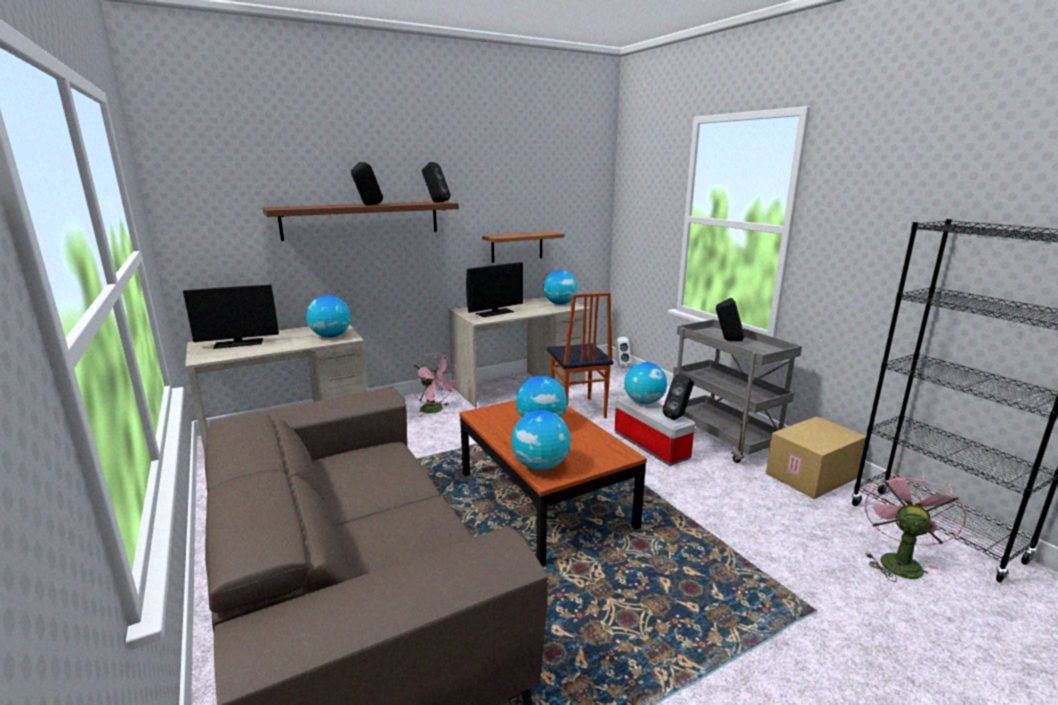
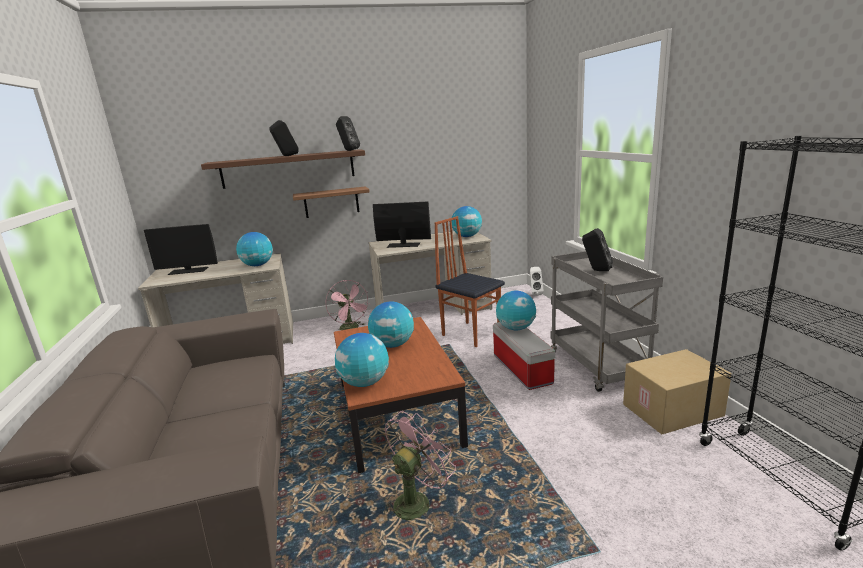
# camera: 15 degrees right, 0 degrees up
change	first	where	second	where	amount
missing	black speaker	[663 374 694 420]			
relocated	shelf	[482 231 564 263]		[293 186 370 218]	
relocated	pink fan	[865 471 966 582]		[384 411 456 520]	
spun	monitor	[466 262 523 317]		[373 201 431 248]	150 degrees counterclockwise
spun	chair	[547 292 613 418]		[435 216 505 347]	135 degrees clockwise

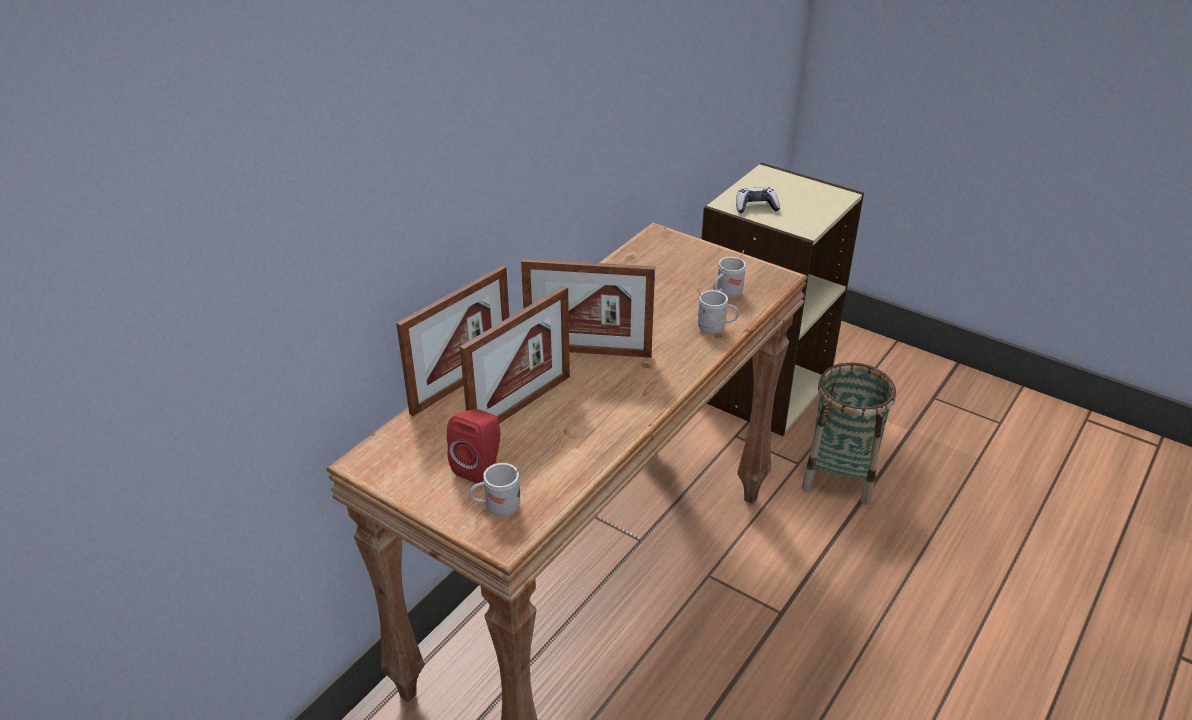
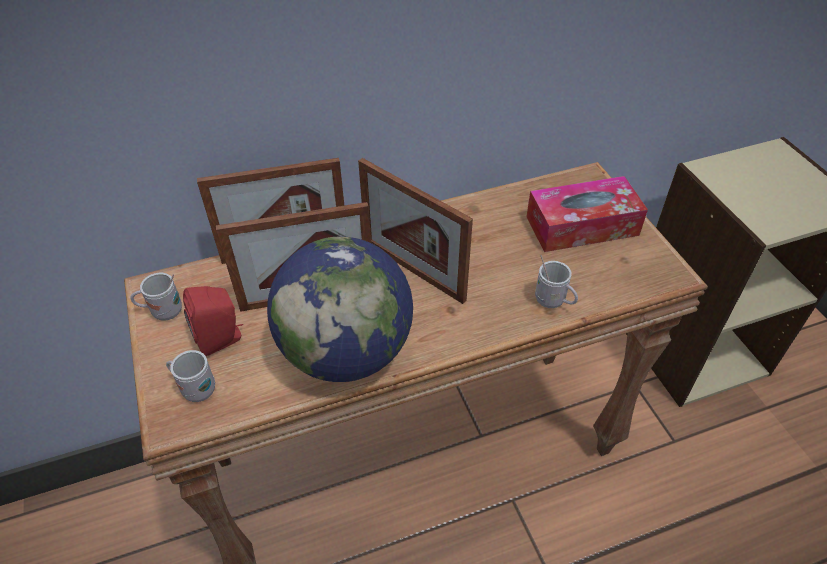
# camera: 35 degrees right, 10 degrees up
change	first	where	second	where	amount
missing	game controller	[736 187 780 213]			
missing	basket	[802 363 896 505]			
appeared			globe	[267 236 413 382]	
appeared			tissue box	[526 176 648 252]	
relocated	white mug	[713 250 746 298]		[130 273 182 321]	

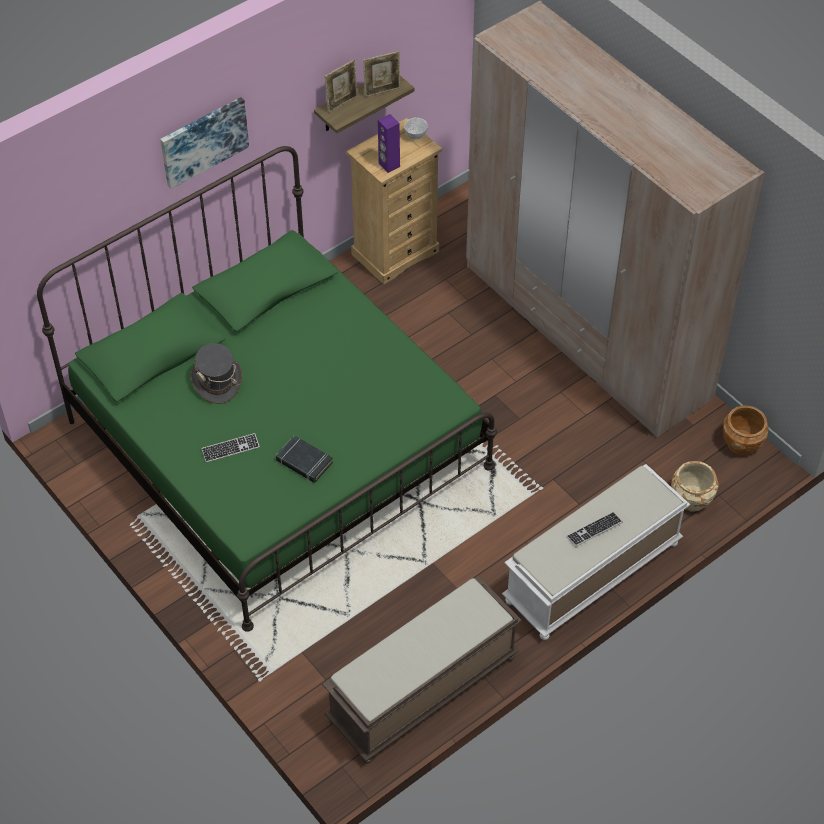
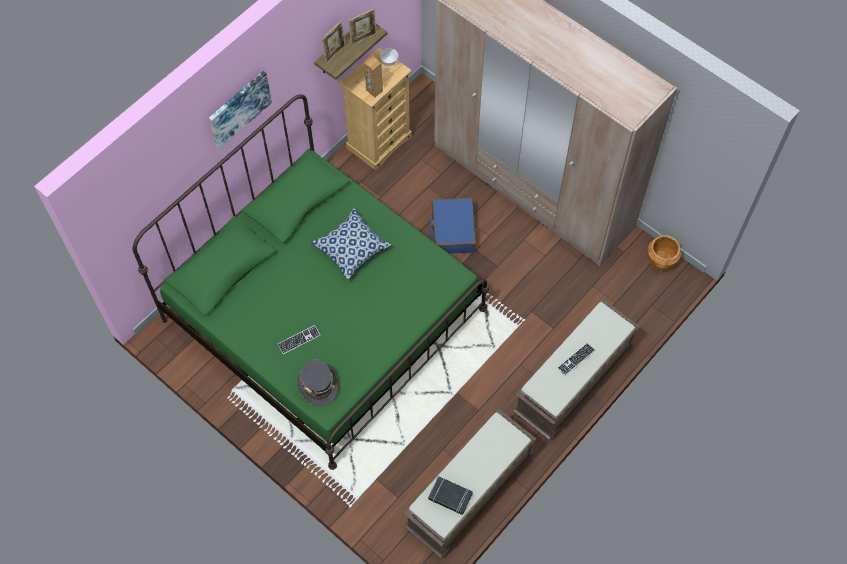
# camera: 10 degrees left, 10 degrees up
change	first	where	second	where	amount
missing	beige planter	[671 461 718 512]			
appeared			pillow	[310 208 392 280]	
appeared			blue suitcase	[430 198 476 254]	
relocated	grey hat	[190 343 242 404]		[297 360 338 407]	
relocated	black book	[276 435 333 483]		[428 476 473 515]	
colour	purple speaker	[378 114 400 173]	brown speaker	[364 56 383 98]	
colour	white bench	[502 464 690 640]	brown bench	[513 299 640 441]	

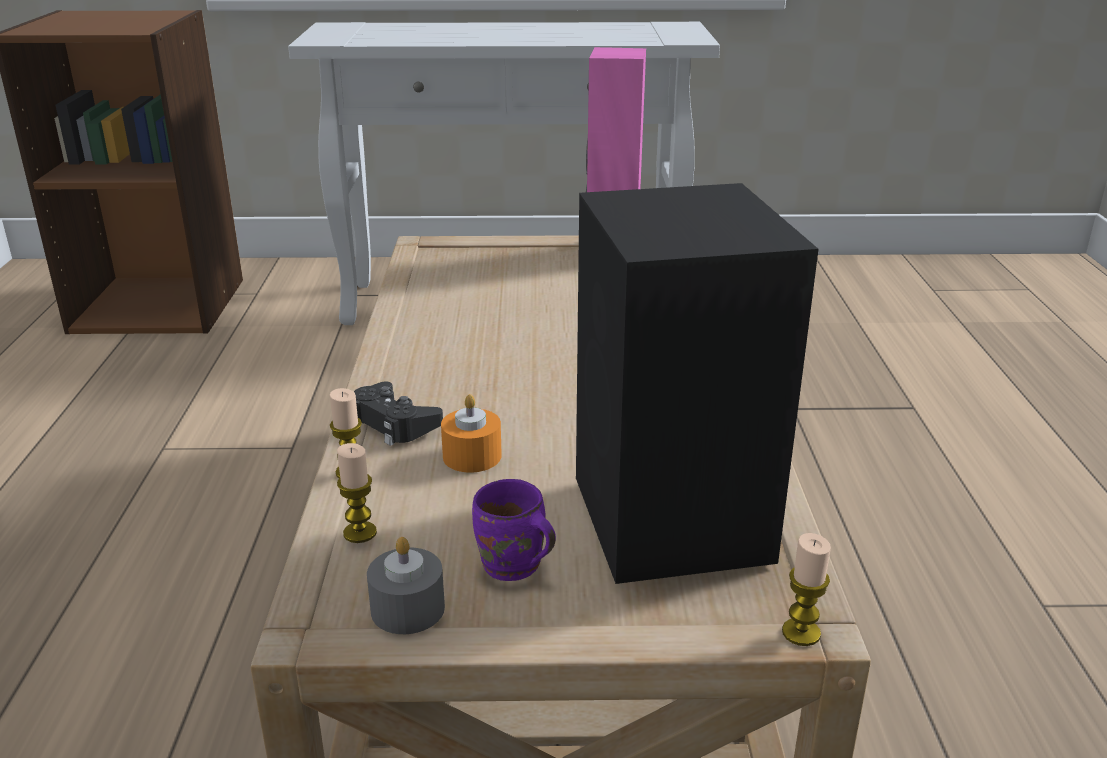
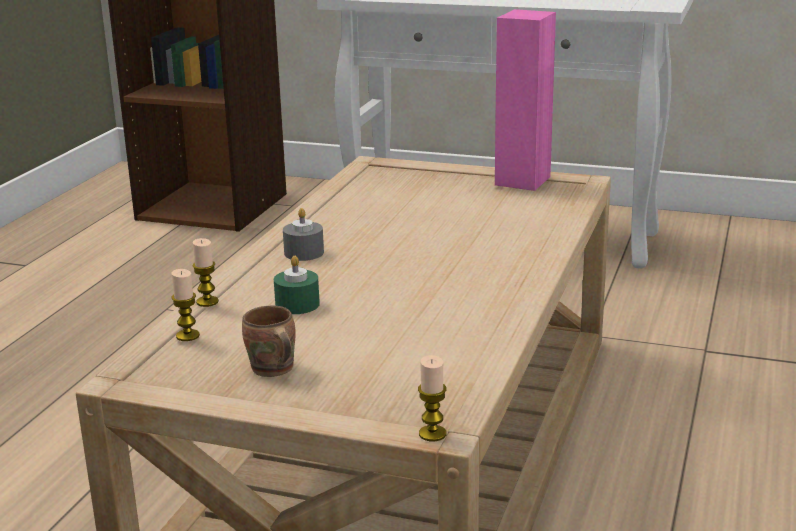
# camera: 20 degrees right, 5 degrees down
change	first	where	second	where	amount
missing	black game controller	[354 382 443 446]			
missing	black speaker	[576 183 819 584]			
relocated	grey candle	[367 537 445 634]		[283 208 324 261]	
colour	orange candle	[441 394 502 473]	green candle	[274 256 320 314]	
colour	purple mug	[472 479 556 581]	brown mug	[242 305 296 377]	

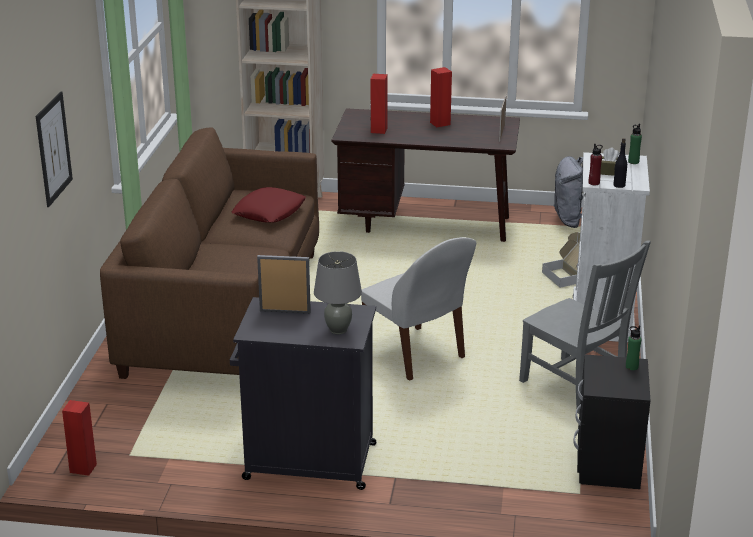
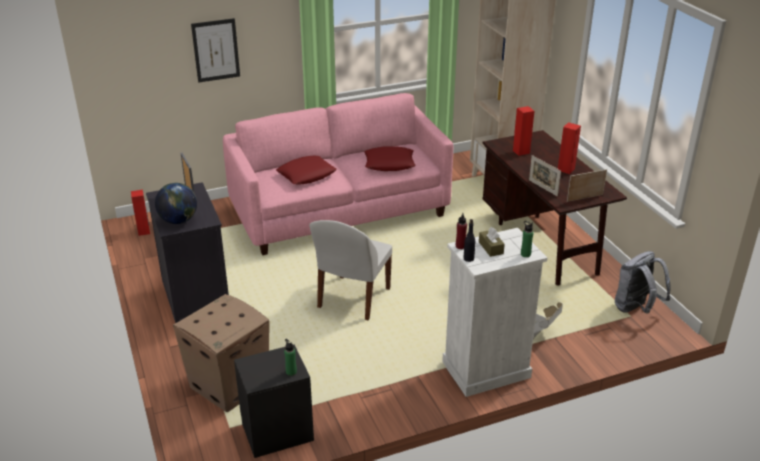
# camera: 60 degrees right, 5 degrees up
change	first	where	second	where	amount
missing	grey chair	[519 241 651 414]			
appeared			cardboard box	[173 294 270 412]	
appeared			red pillow	[276 156 337 184]	
appeared			picture frame	[529 155 561 196]	
exchanged	grey table lamp	[314 251 362 334]	globe	[155 183 197 224]	
colour	brown sofa	[100 127 319 379]	pink sofa	[223 93 453 255]	

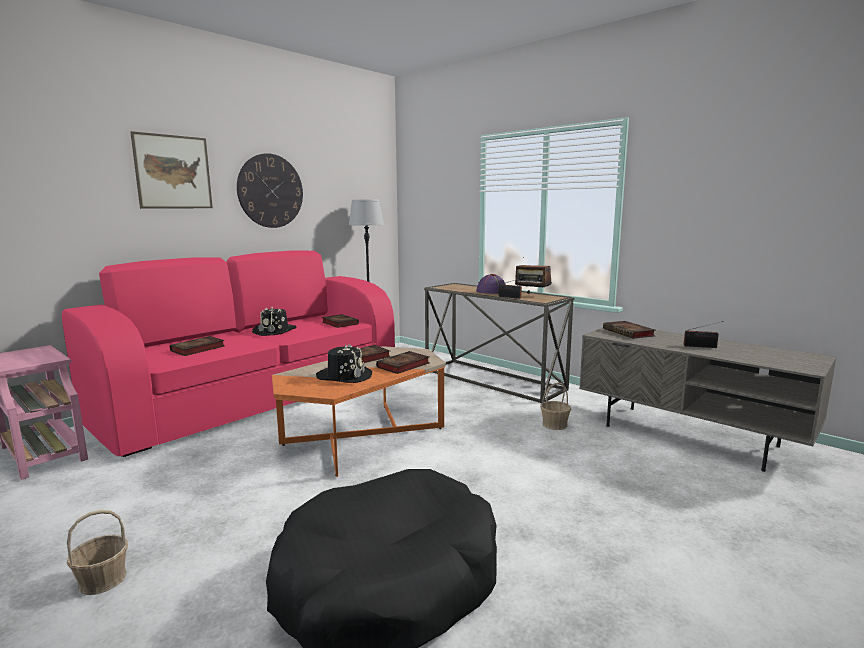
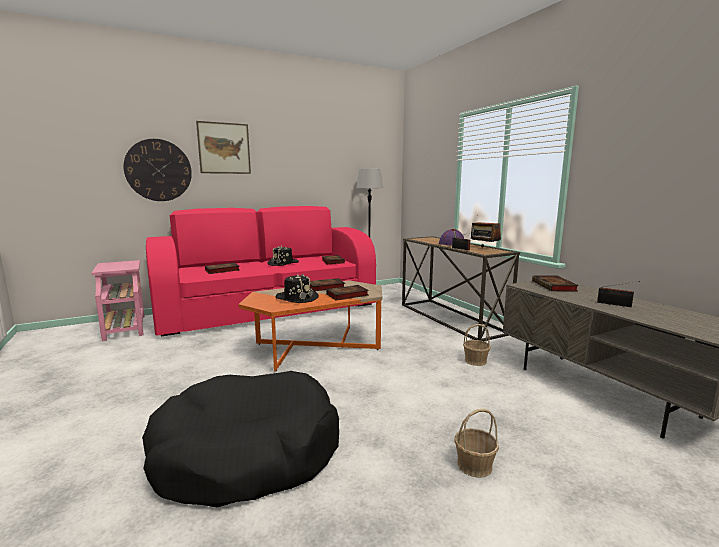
# camera: 20 degrees right, 0 degrees up
change	first	where	second	where	amount
relocated	basket	[67 510 128 595]		[455 409 499 478]	
relocated	wall clock	[237 153 303 228]		[124 139 192 201]	

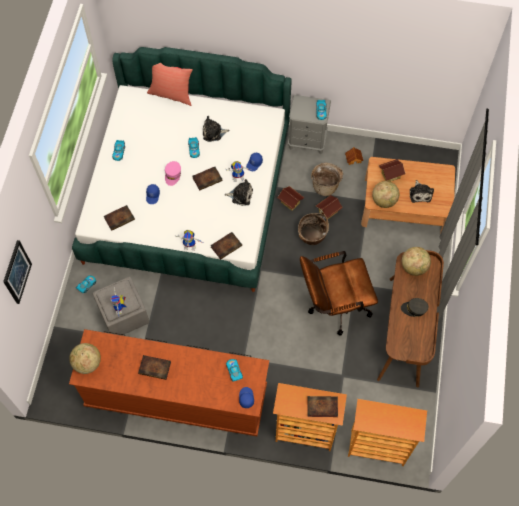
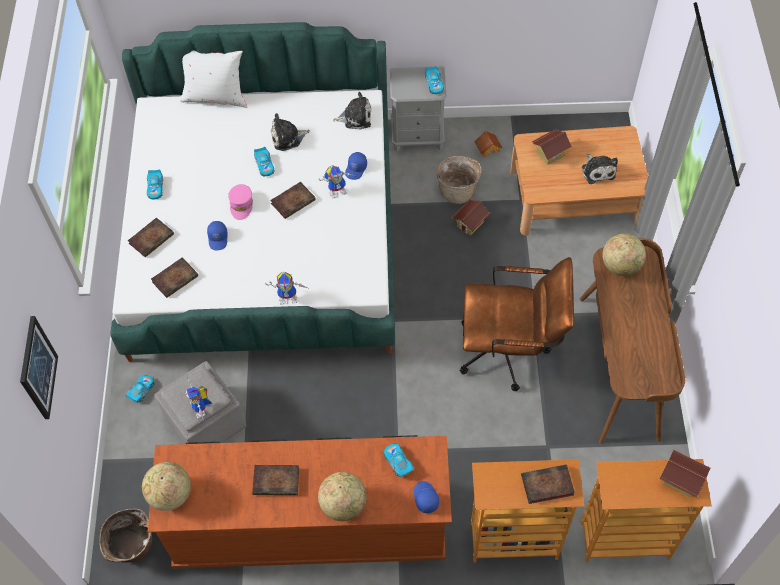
# camera: 10 degrees left, 5 degrees down
change	first	where	second	where	amount
missing	grey cap	[401 298 429 317]			
relocated	book	[211 232 242 260]		[128 218 174 257]	
relocated	plush toy	[225 179 253 206]		[333 92 371 129]	
relocated	toy house	[277 186 304 211]		[660 450 710 497]	
relocated	basket	[298 213 329 245]		[99 509 152 563]	
relocated	globe	[372 181 399 208]		[318 472 367 521]	
colour	red pillow	[147 63 193 106]	white pillow	[179 50 247 108]	
spun	brown office chair	[300 251 378 336]		[460 257 574 391]	150 degrees counterclockwise

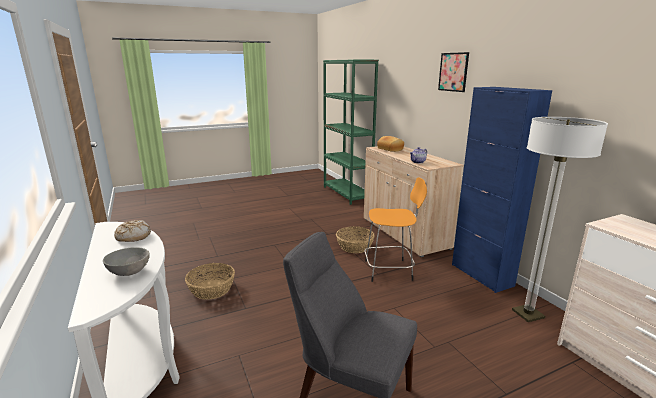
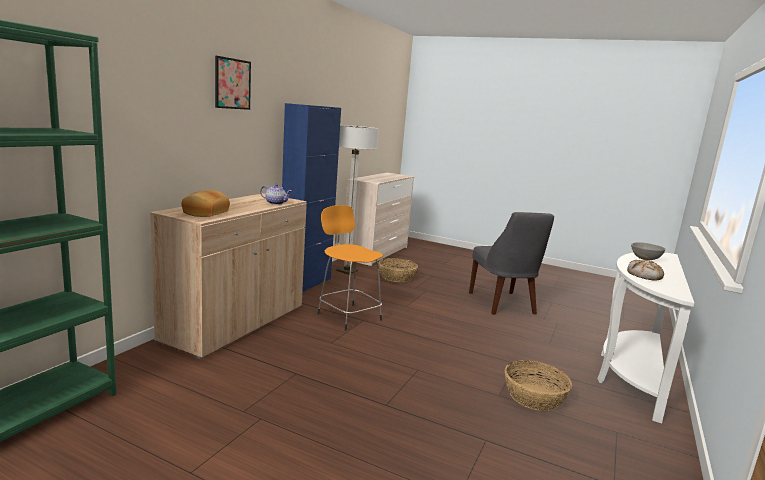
# camera: 130 degrees left, 5 degrees down
change	first	where	second	where	amount
relocated	basket	[336 226 375 253]		[378 258 418 282]	

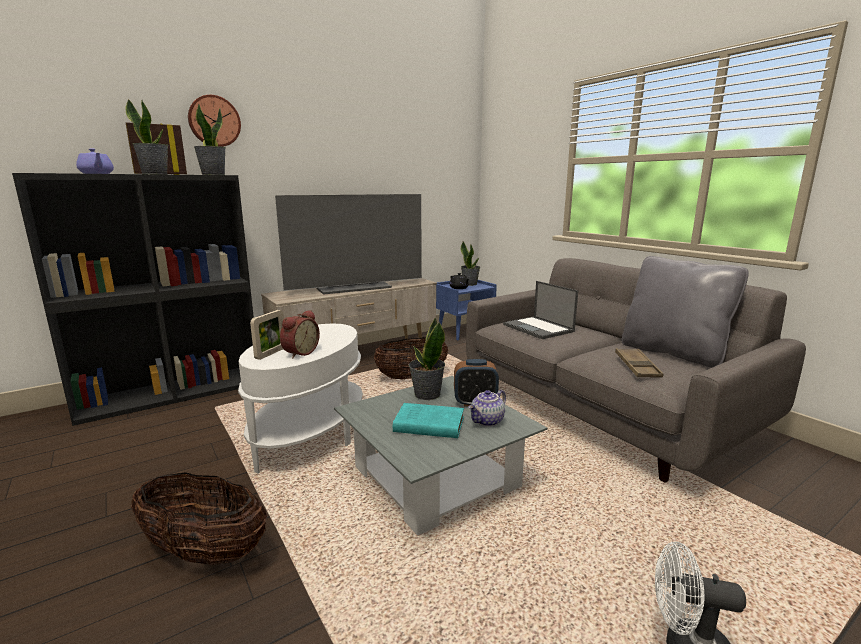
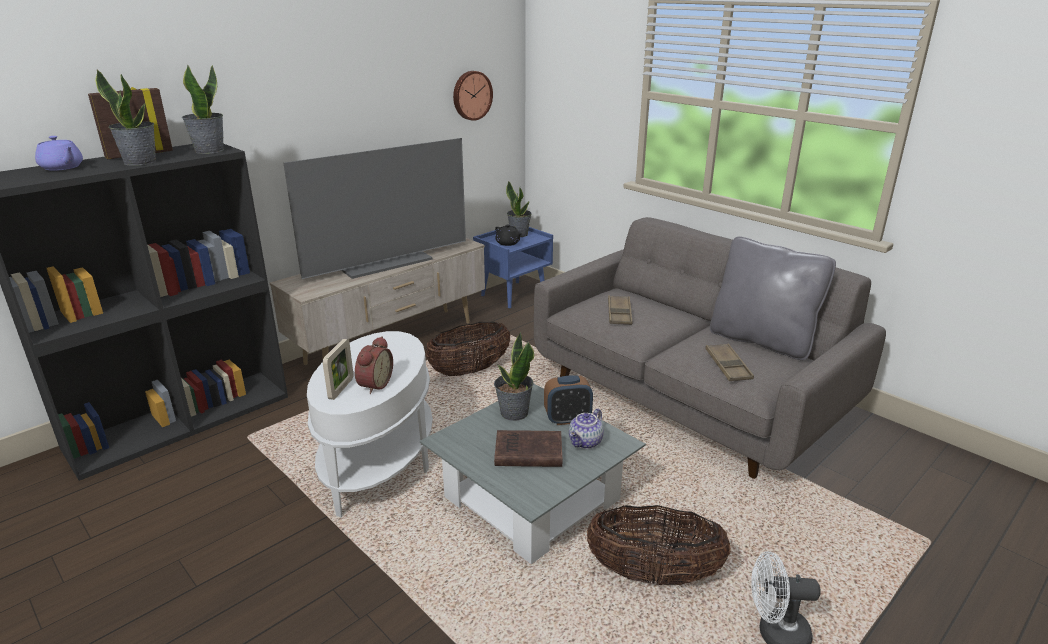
# camera: 10 degrees left, 10 degrees up
change	first	where	second	where	amount
relocated	basket	[131 472 267 565]		[587 505 731 585]	
relocated	wall clock	[188 95 241 147]		[453 71 493 121]	
exchanged	laptop	[503 281 578 339]	brown tray	[608 295 632 325]	
colour	turquoise book	[393 403 464 438]	brown book	[494 430 563 467]	

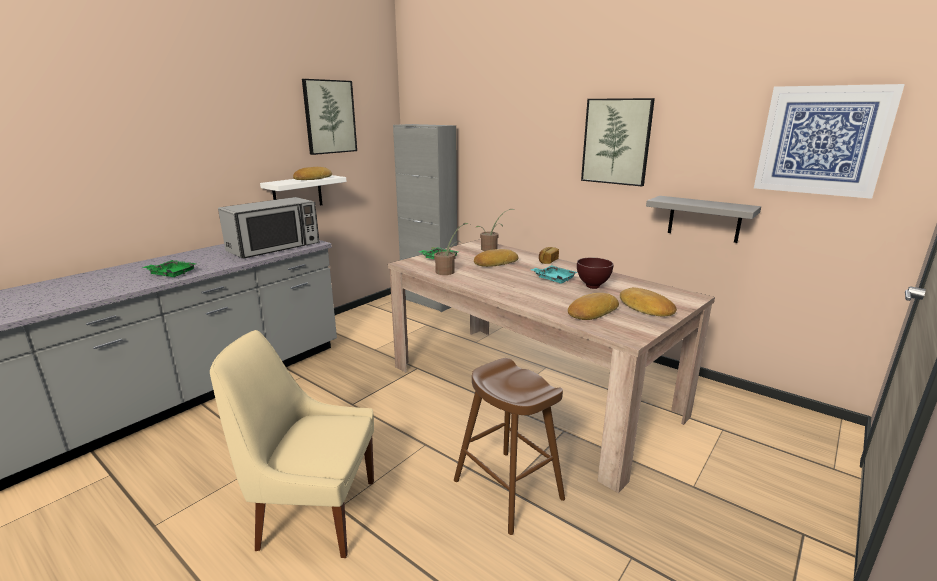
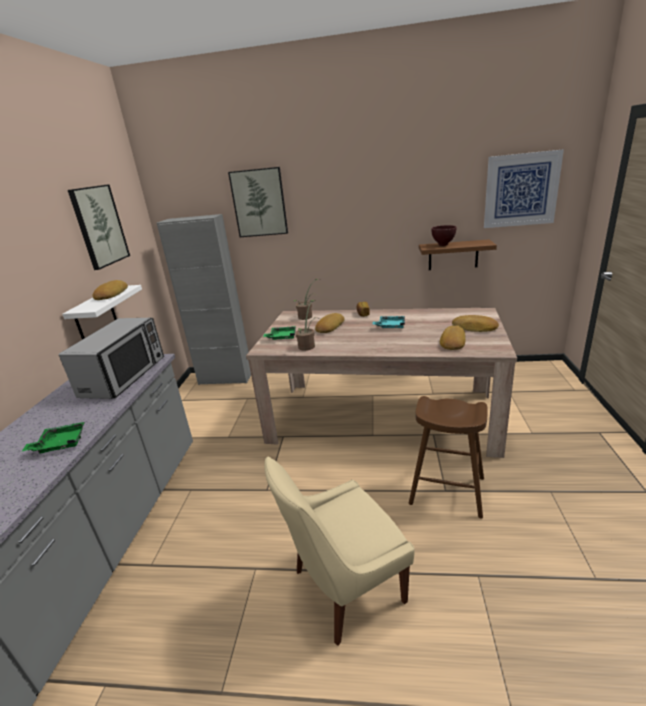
# camera: 30 degrees left, 5 degrees up
change	first	where	second	where	amount
relocated	brown bowl	[577 258 614 289]		[431 225 457 246]	
relocated	picture	[581 98 655 187]		[228 167 288 237]	
colour	grey shelf	[646 196 761 243]	brown shelf	[419 239 497 270]	

